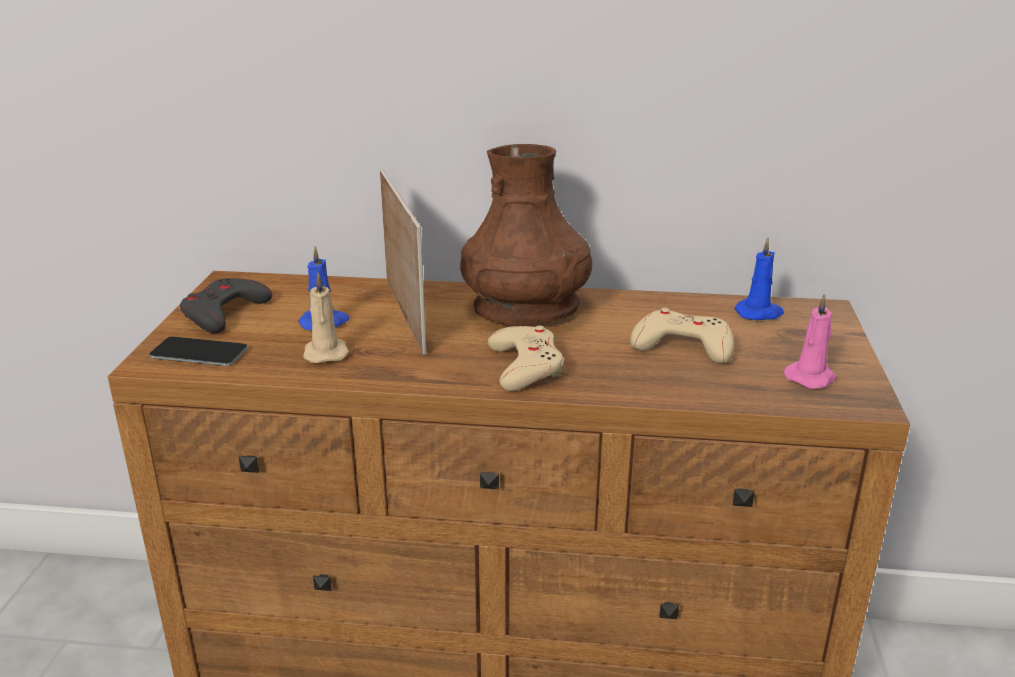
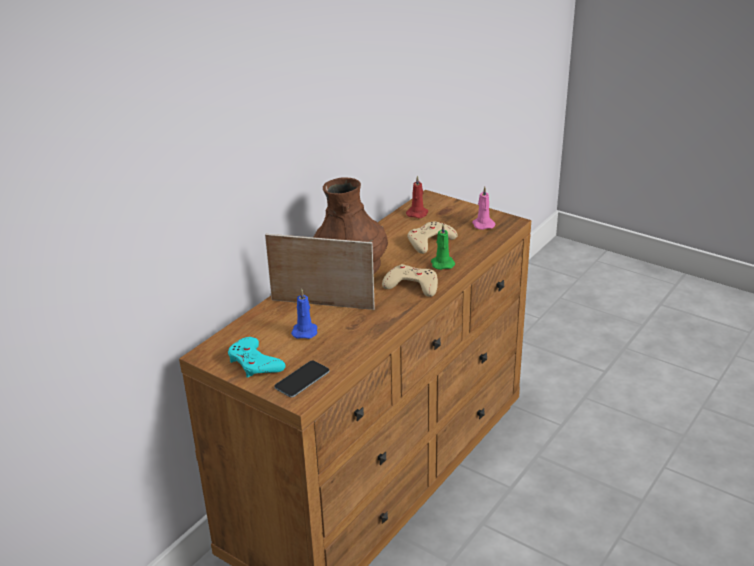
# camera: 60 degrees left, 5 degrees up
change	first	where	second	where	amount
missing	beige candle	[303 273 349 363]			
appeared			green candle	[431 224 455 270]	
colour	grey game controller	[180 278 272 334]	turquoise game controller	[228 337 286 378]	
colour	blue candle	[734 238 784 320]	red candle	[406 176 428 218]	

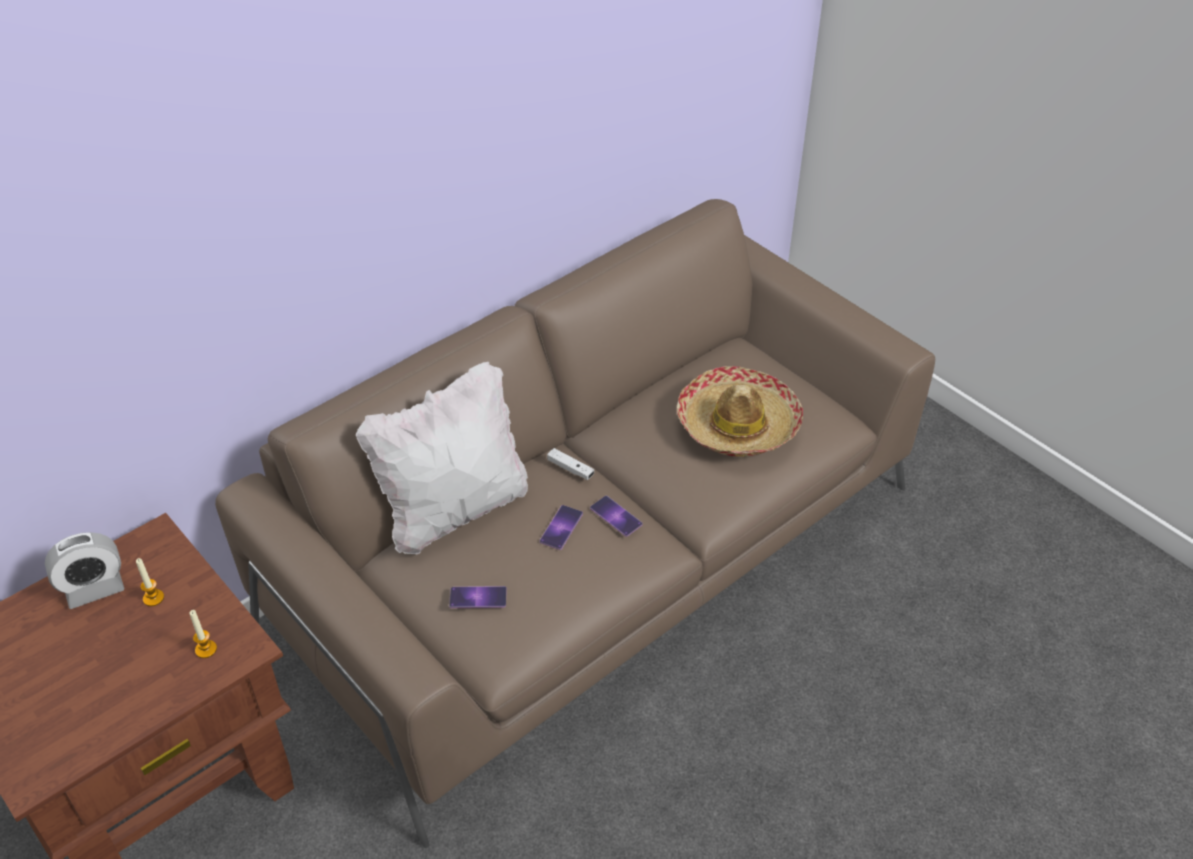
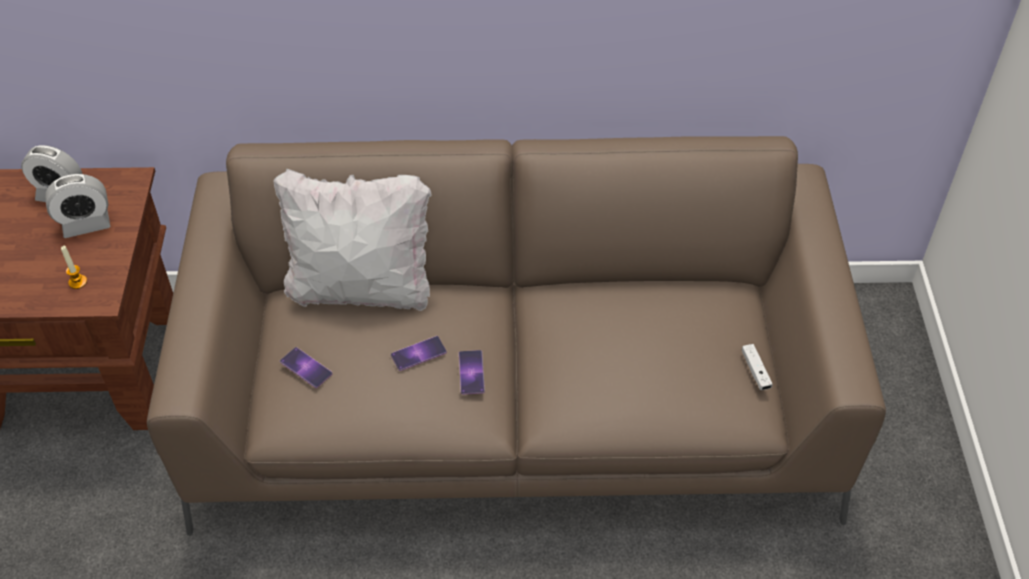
# camera: 40 degrees right, 5 degrees up
change	first	where	second	where	amount
missing	hat	[677 366 803 457]			
relocated	white game controller	[547 448 594 480]		[742 344 773 390]	
exchanged	candle	[136 558 164 606]	alarm clock	[45 174 111 238]	

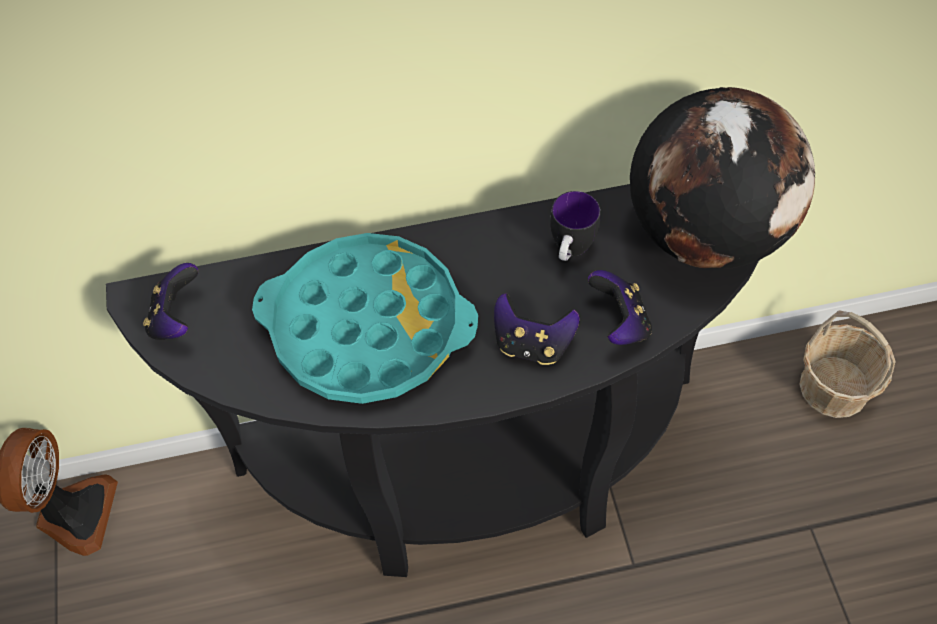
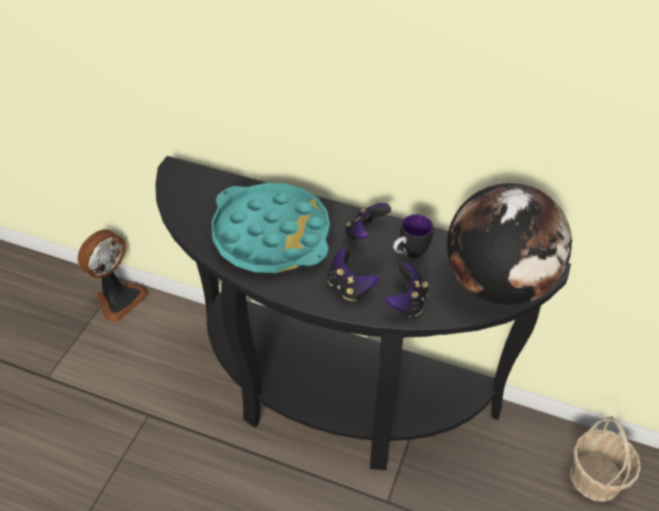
# camera: 30 degrees right, 10 degrees down
change	first	where	second	where	amount
relocated	game controller	[143 263 198 340]		[345 203 391 239]	

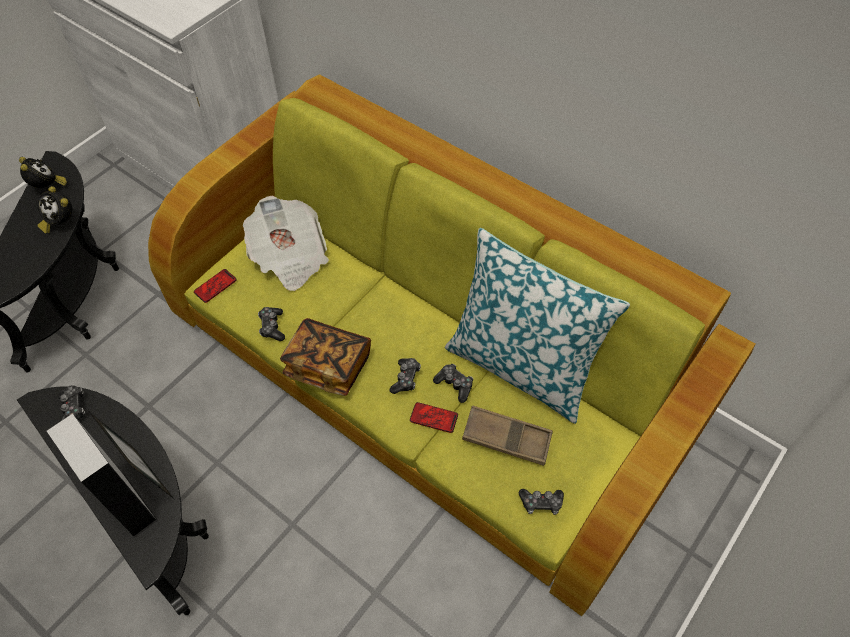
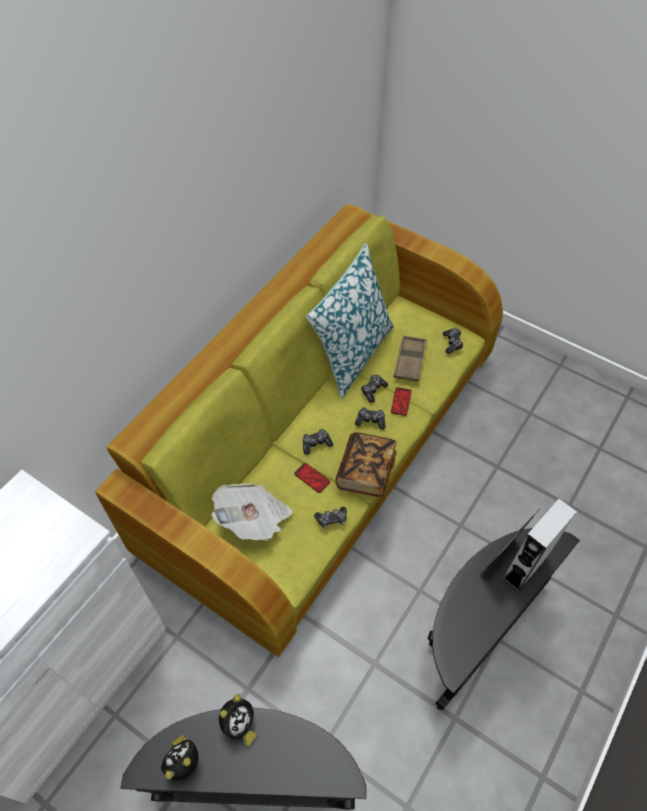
# camera: 95 degrees left, 0 degrees up
change	first	where	second	where	amount
relocated	game controller	[58 385 86 421]		[303 429 333 455]	
relocated	phone	[194 269 237 303]		[295 463 330 493]	

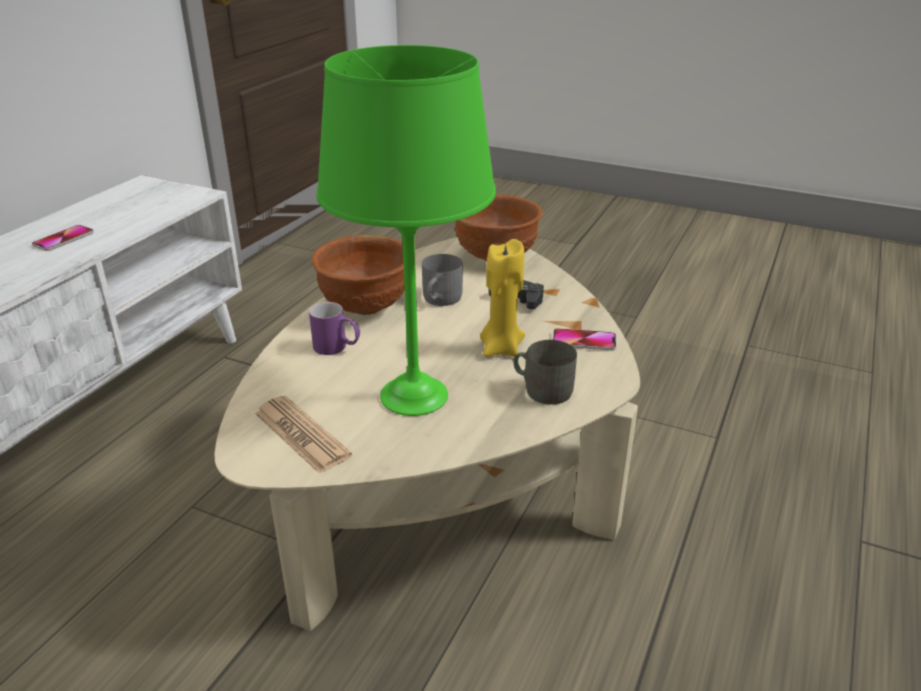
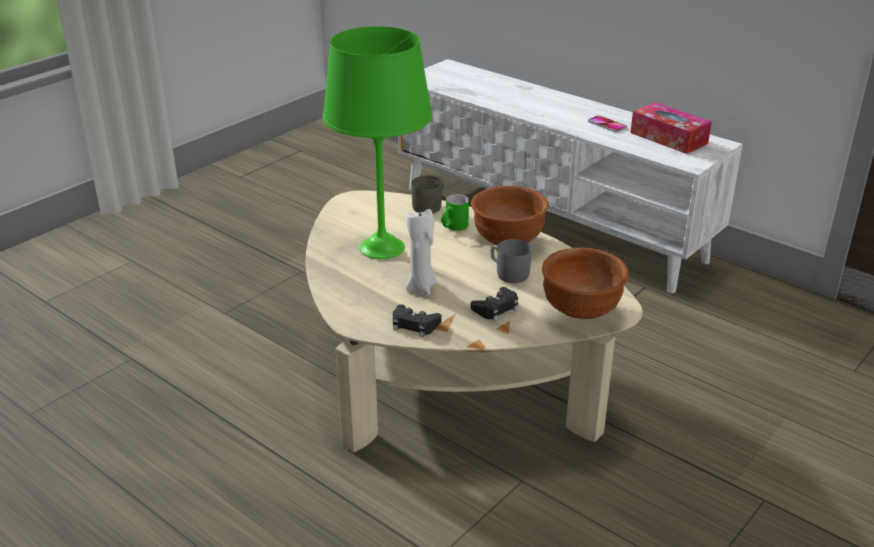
# camera: 105 degrees right, 0 degrees up
change	first	where	second	where	amount
missing	newspaper	[255 396 352 474]			
appeared			tissue box	[630 102 712 154]	
relocated	grey mug	[513 340 577 405]		[411 176 444 214]	
exchanged	phone	[553 328 616 351]	black game controller	[393 304 442 337]	
colour	purple mug	[309 302 360 355]	green mug	[441 194 469 231]	
colour	yellow candle	[480 239 525 357]	white candle	[406 209 437 296]	

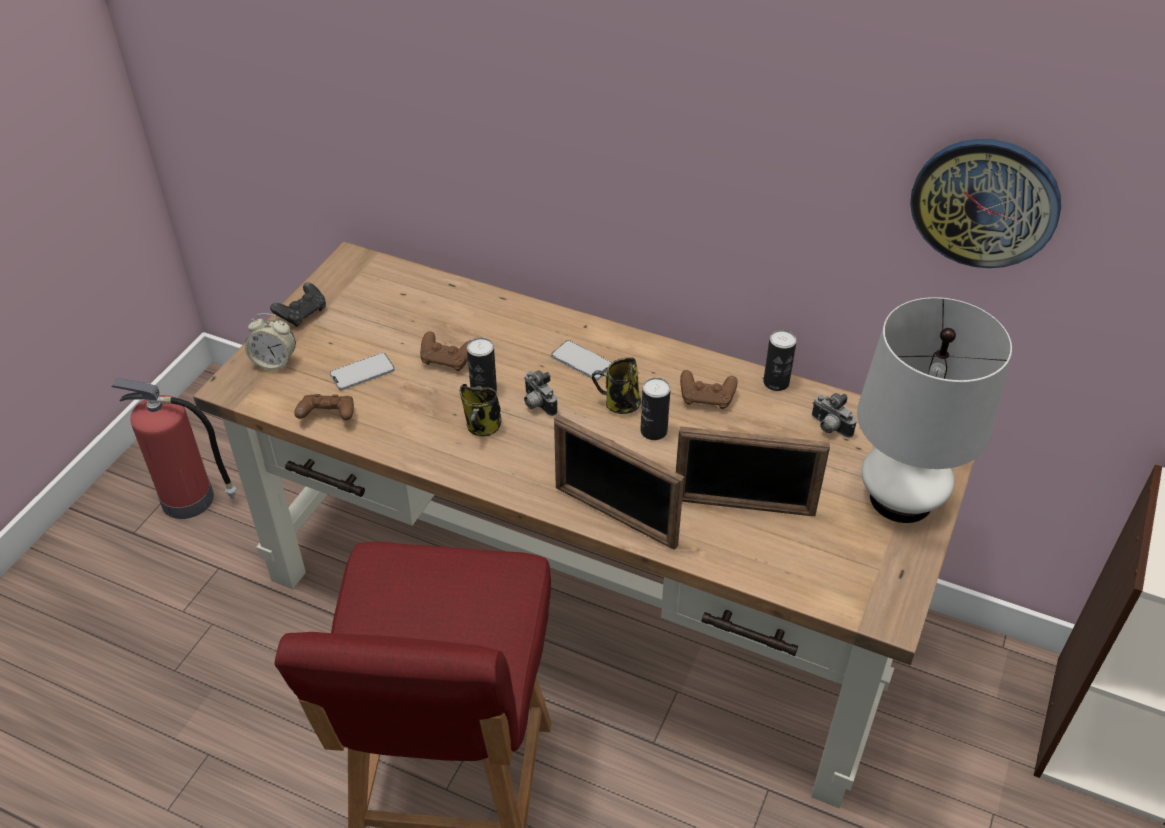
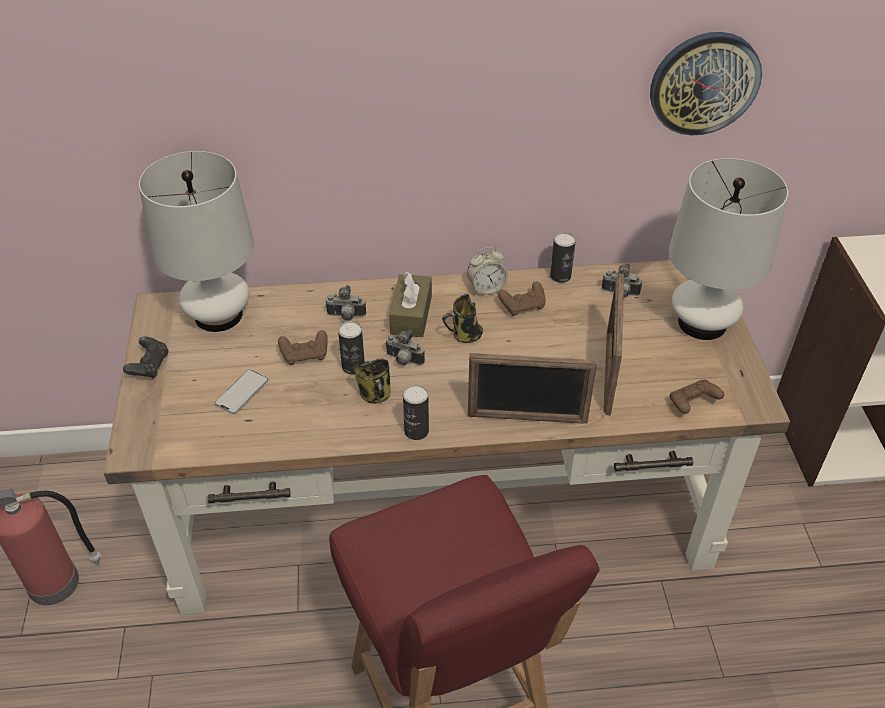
# camera: 30 degrees left, 0 degrees up
change	first	where	second	where	amount
appeared			white table lamp	[139 151 254 332]	
appeared			photo camera	[325 285 366 321]	
relocated	alarm clock	[245 313 296 370]		[467 247 508 296]	
relocated	brown game controller	[294 394 354 420]		[670 380 724 414]	
relocated	can	[641 378 671 440]		[403 385 429 440]	
exchanged	phone	[551 340 612 380]	brown tissue box	[389 272 432 337]	
spun	picture frame	[676 426 830 516]		[604 273 624 416]	120 degrees clockwise

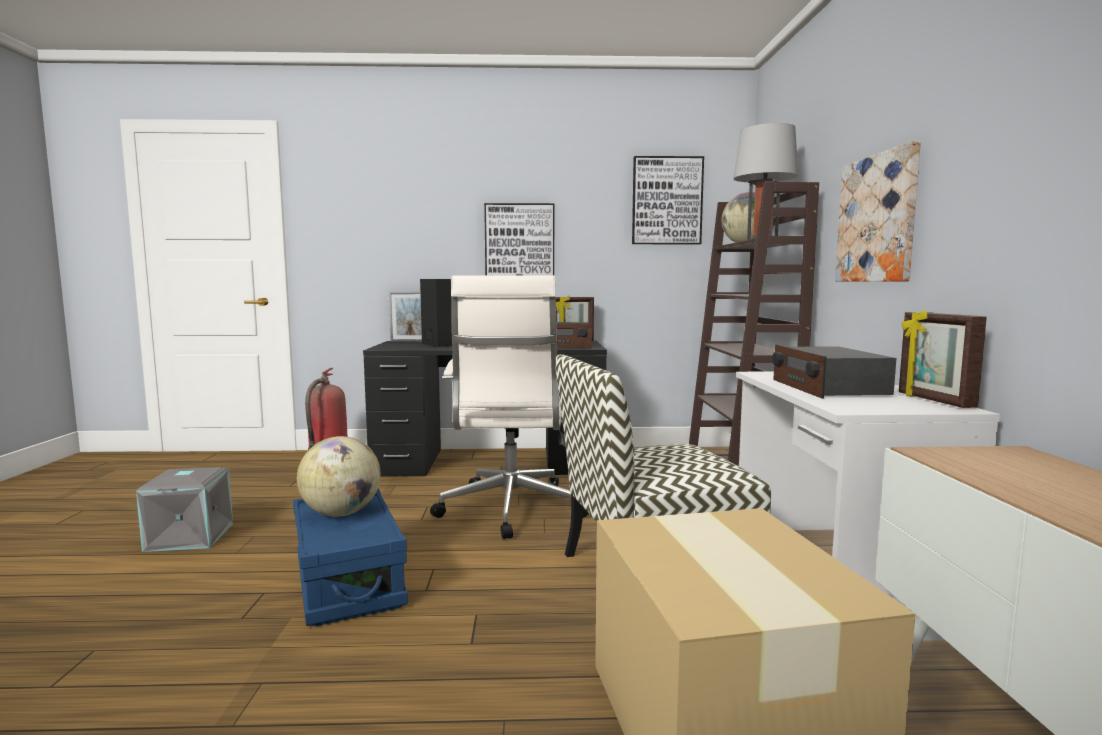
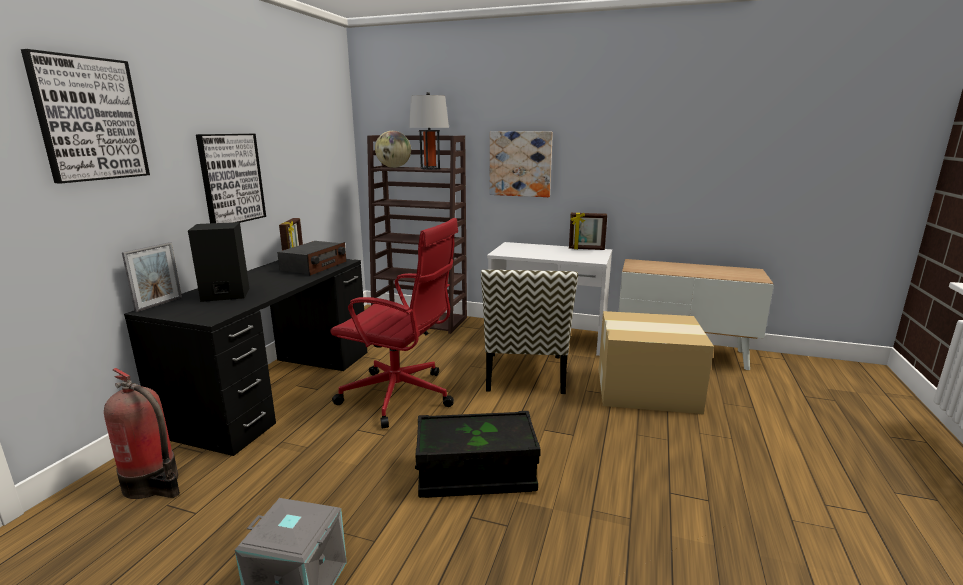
# camera: 70 degrees left, 10 degrees up
change	first	where	second	where	amount
missing	globe	[297 436 380 517]			
missing	radio	[772 345 896 398]			
relocated	picture	[632 156 704 244]		[21 49 150 184]	
colour	blue storage box	[293 488 408 626]	black storage box	[415 411 541 498]	
colour	white office chair	[430 276 589 539]	red office chair	[330 218 458 428]	

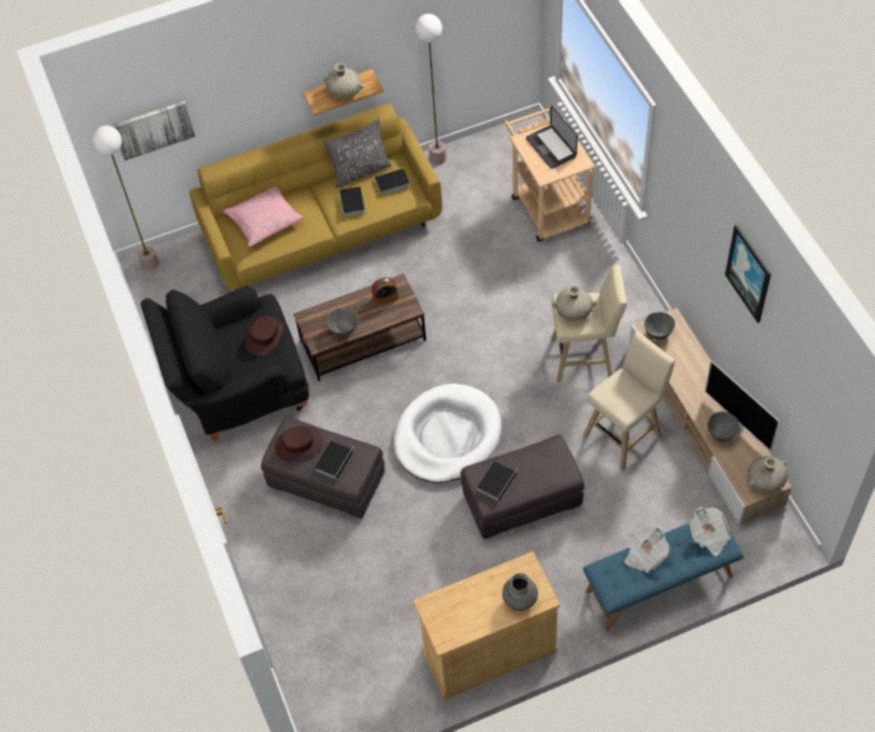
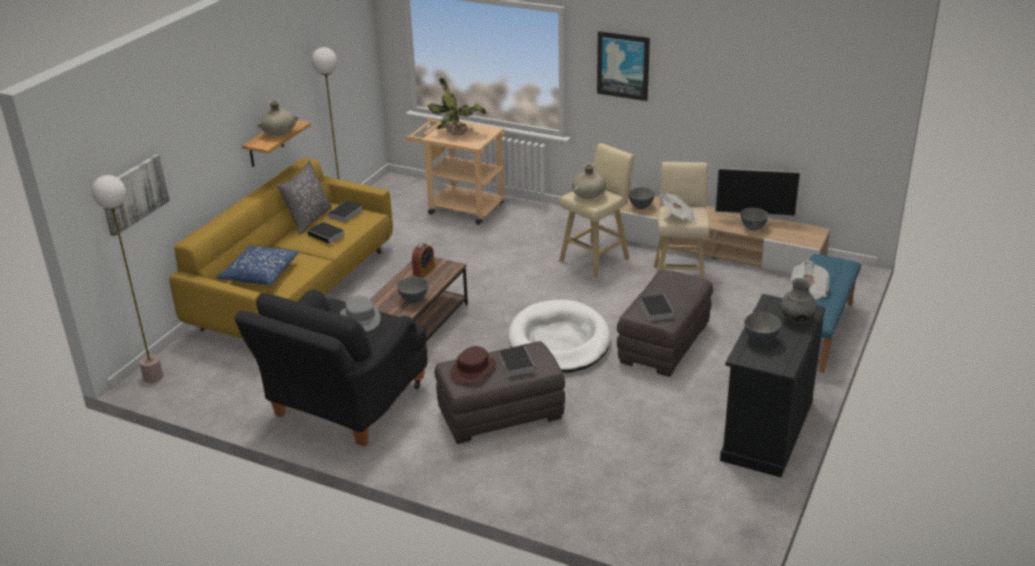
# camera: 45 degrees left, 25 degrees down
change	first	where	second	where	amount
missing	beige vase	[748 456 788 493]			
appeared			grey bowl	[744 312 782 344]	
relocated	newspaper	[689 507 731 556]		[660 194 696 222]	
relocated	picture	[725 224 771 323]		[597 31 650 101]	
exchanged	laptop	[526 105 578 169]	potted plant	[428 78 486 136]	
colour	pink pillow	[223 187 304 247]	blue pillow	[216 246 299 286]	
colour	brown hat	[245 316 284 356]	grey hat	[340 296 381 332]	
colour	beige cabinet	[413 551 560 700]	black cabinet	[720 294 826 477]	

